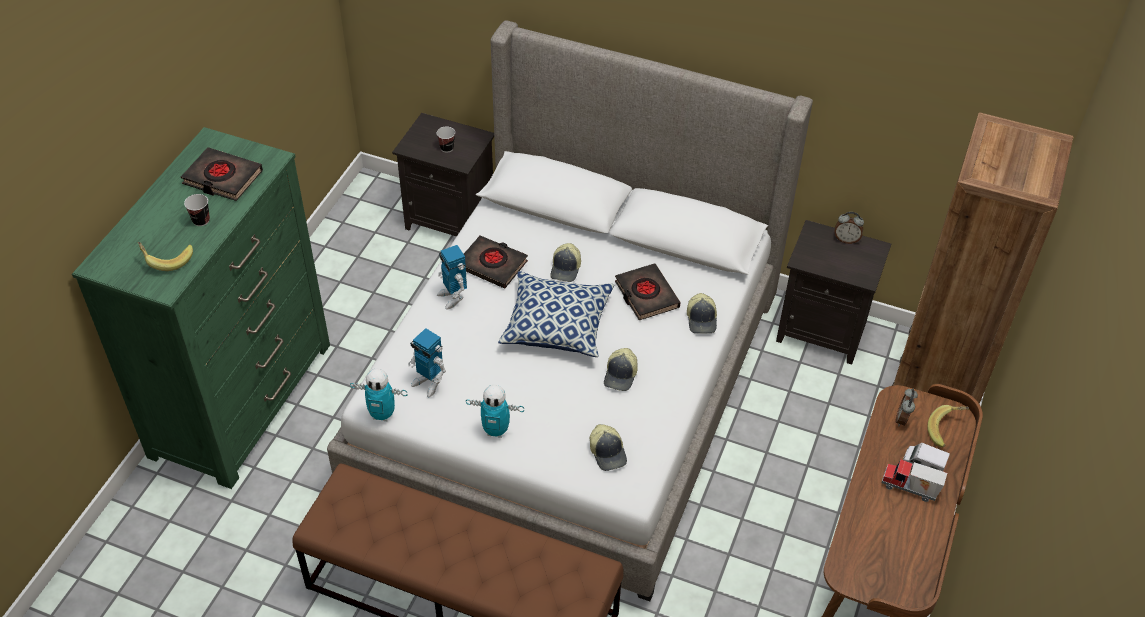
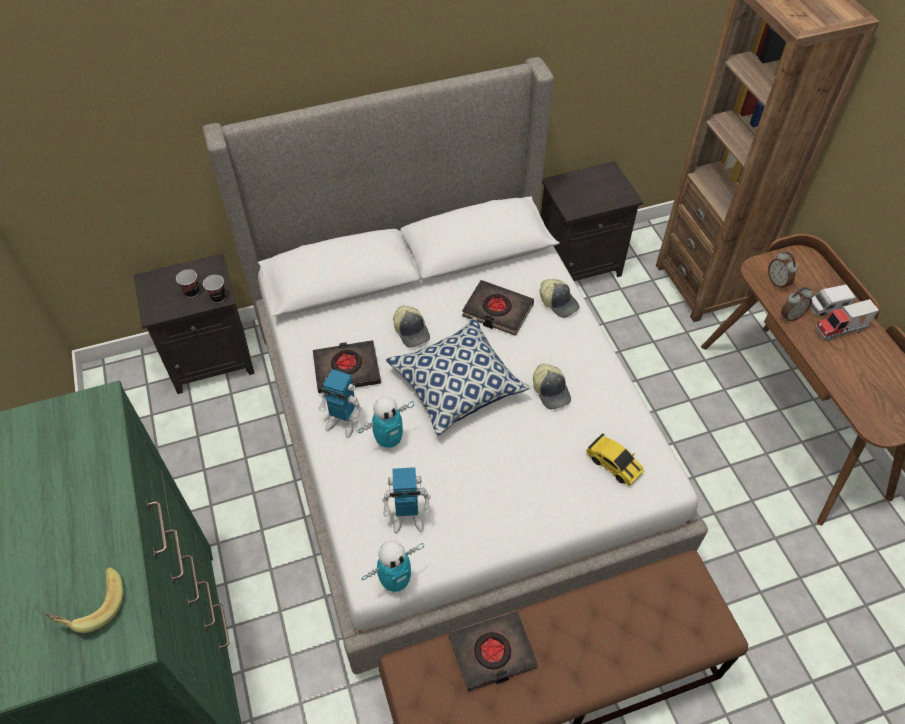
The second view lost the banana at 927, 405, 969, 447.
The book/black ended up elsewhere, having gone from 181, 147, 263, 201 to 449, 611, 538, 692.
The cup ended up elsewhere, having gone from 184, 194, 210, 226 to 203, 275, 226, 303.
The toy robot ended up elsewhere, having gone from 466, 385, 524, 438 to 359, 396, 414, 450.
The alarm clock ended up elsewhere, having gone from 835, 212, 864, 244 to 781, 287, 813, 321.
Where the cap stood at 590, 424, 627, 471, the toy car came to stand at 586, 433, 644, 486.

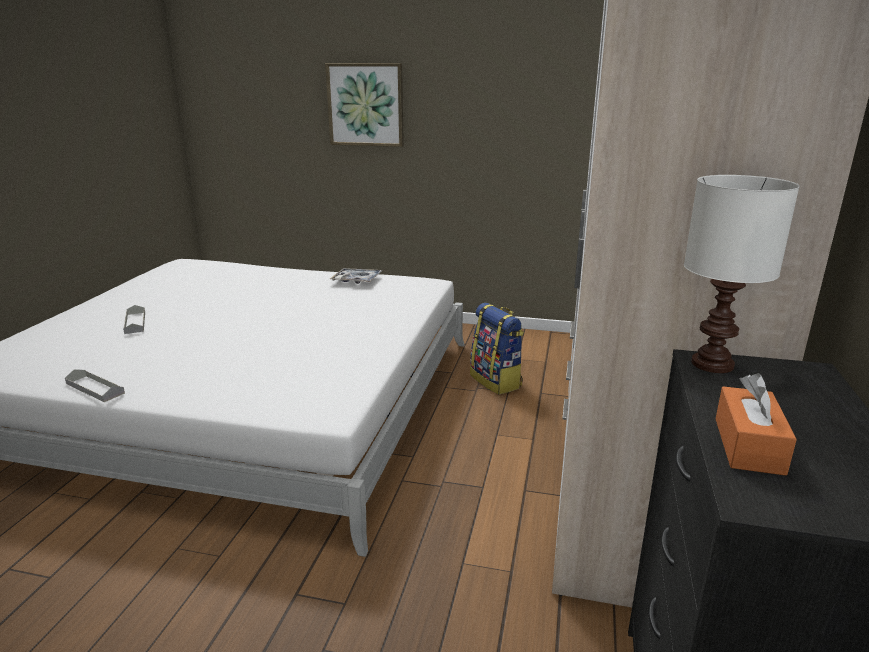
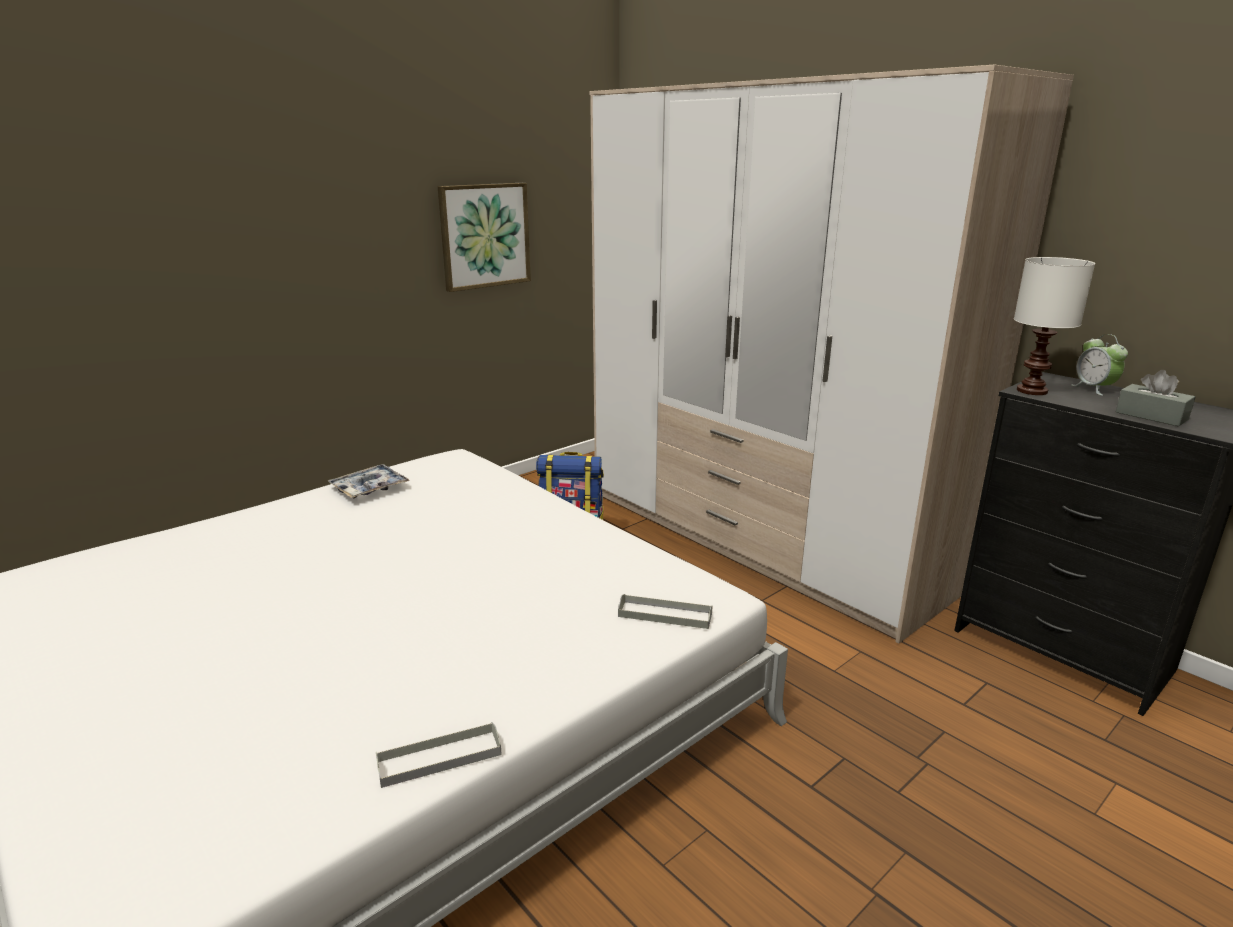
The second view gained the alarm clock at 1072, 334, 1128, 396.
The tray/grey ended up elsewhere, having gone from 123, 305, 145, 334 to 618, 594, 713, 629.
The picture ended up elsewhere, having gone from 325, 63, 404, 147 to 438, 183, 531, 292.
What was the tissue box/orange at 716, 373, 797, 476 turned into the tissue box/grey at 1116, 370, 1195, 427.

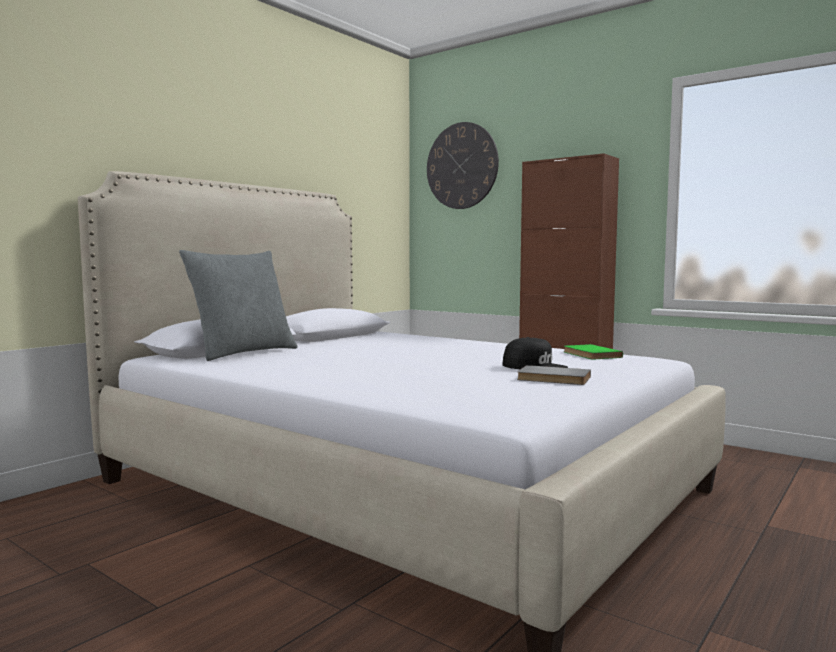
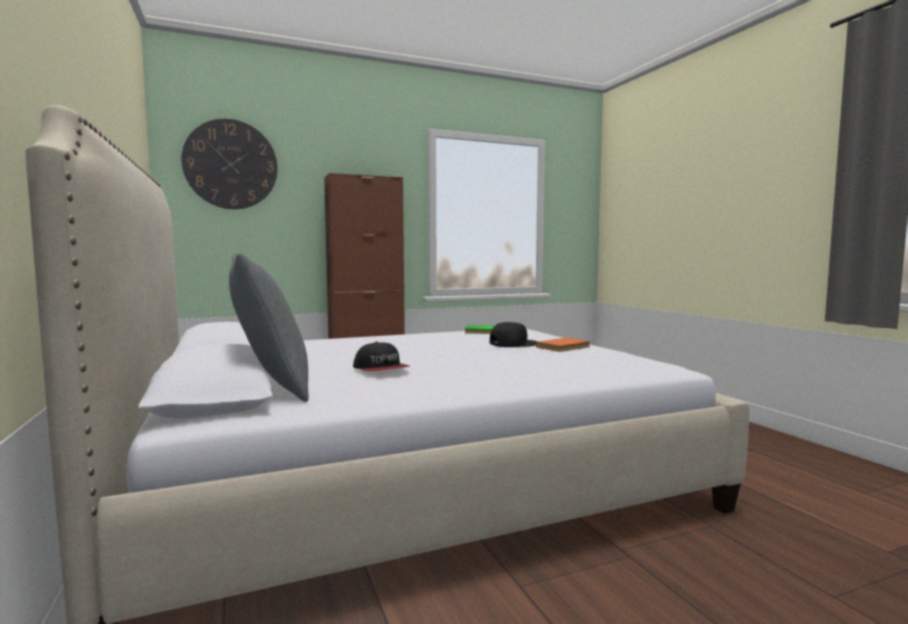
The second view gained the cap at 353, 341, 410, 371.
What was the book/grey at 517, 365, 591, 385 turned into the book/orange at 536, 337, 590, 352.

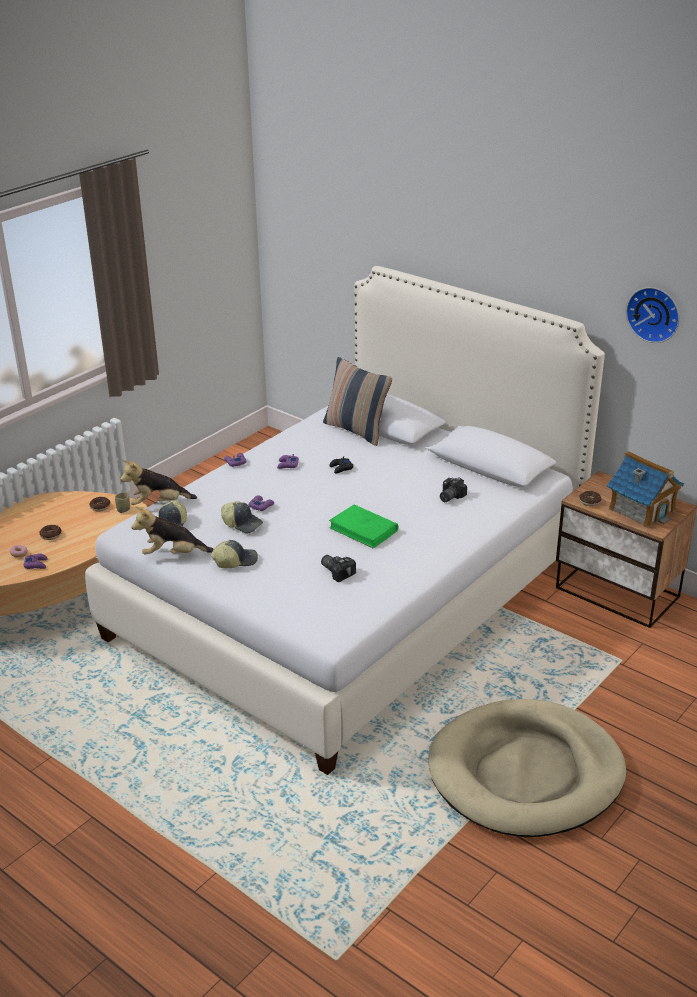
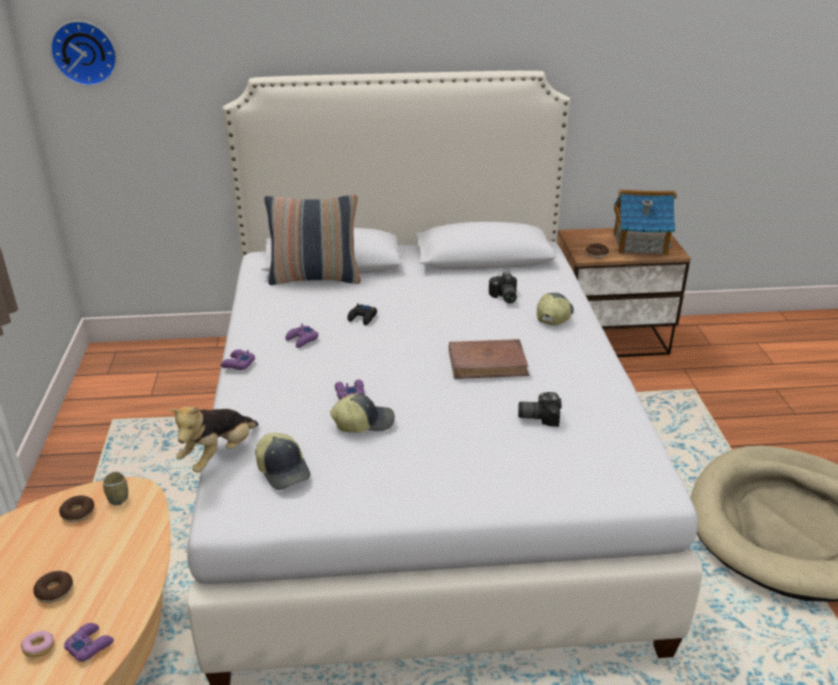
The second view lost the plush toy at 131, 506, 214, 555.
The cap ended up elsewhere, having gone from 211, 540, 258, 568 to 537, 293, 574, 325.
The wall clock ended up elsewhere, having gone from 626, 287, 680, 343 to 50, 21, 117, 86.
What was the book/green at 329, 504, 398, 548 turned into the book/brown at 449, 339, 529, 379.

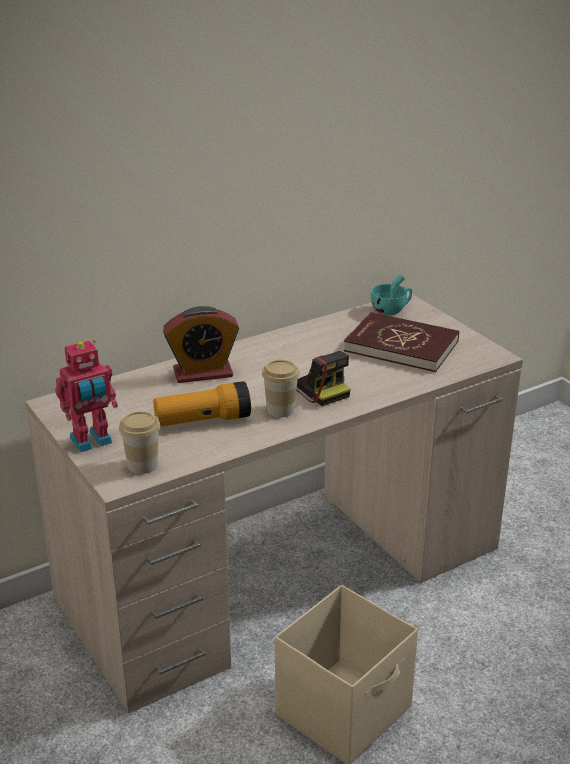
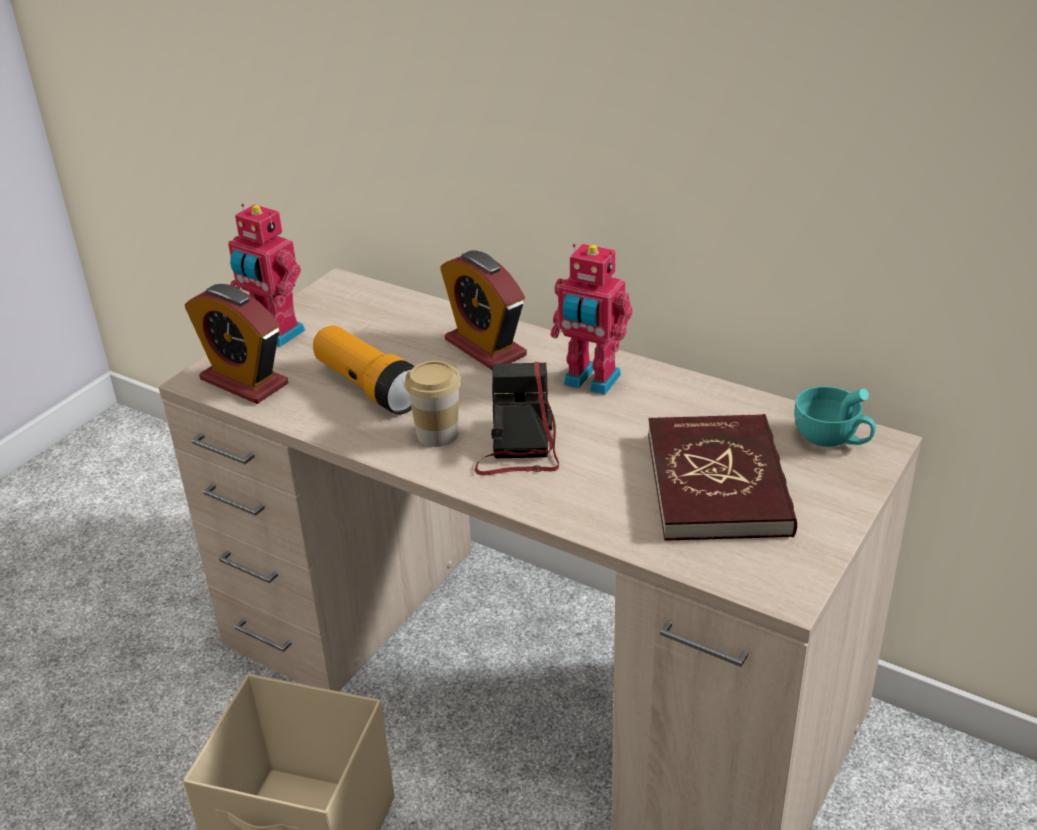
The second view gained the toy robot at 551, 244, 633, 395.
Where the cup stood at 119, 411, 160, 474, the alarm clock came to stand at 185, 284, 288, 404.
The photo camera at 296, 351, 351, 406 ended up facing another way, 150 degrees clockwise from before.

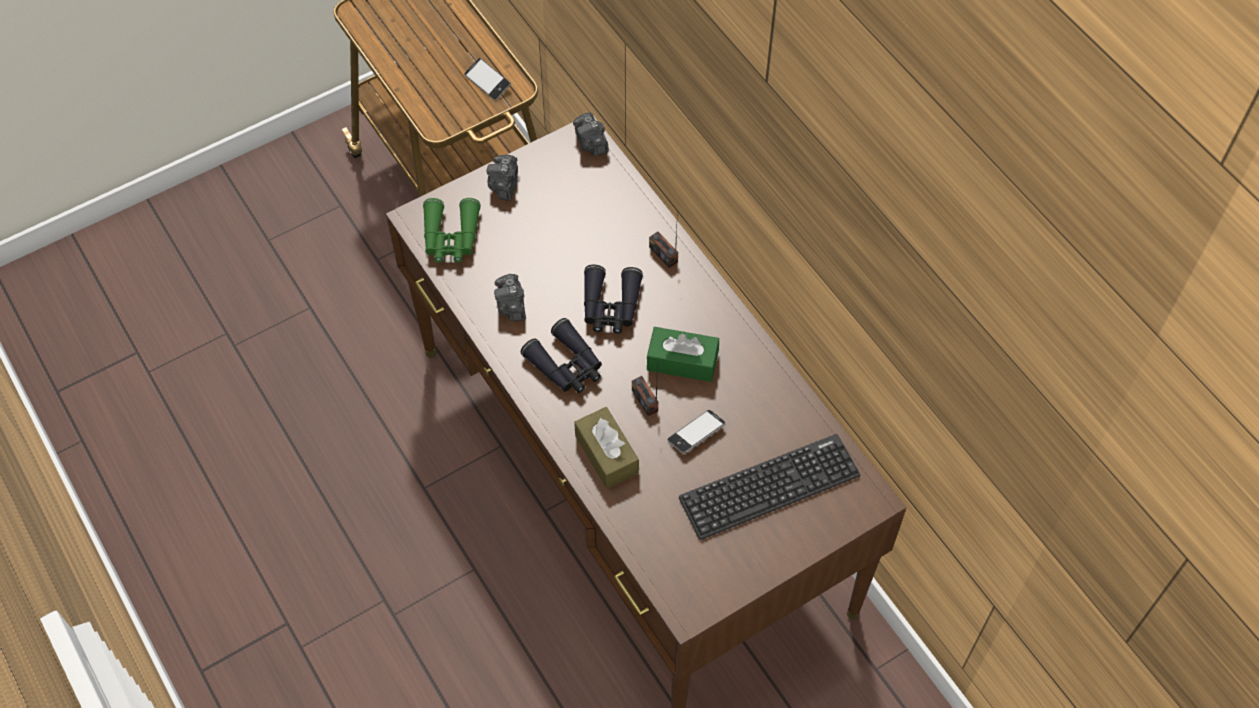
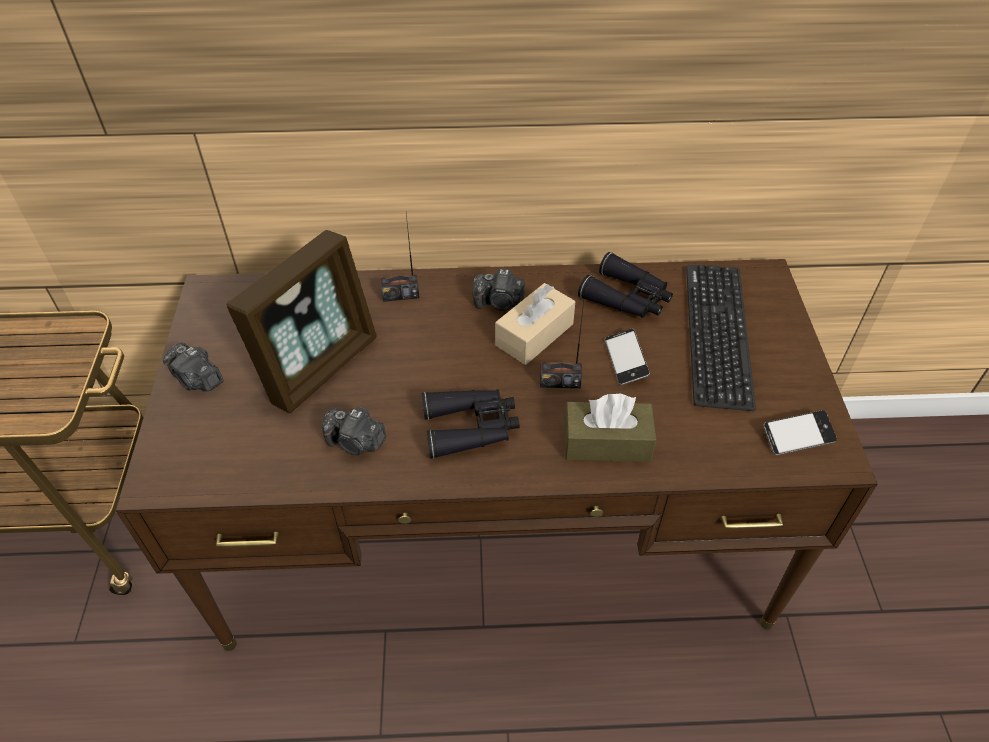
The second view lost the binoculars/green at 423, 198, 481, 262.
The second view gained the picture frame at 227, 230, 377, 413.
The phone ended up elsewhere, having gone from 464, 58, 511, 100 to 763, 410, 837, 455.
The photo camera ended up elsewhere, having gone from 573, 112, 609, 156 to 472, 269, 525, 311.
The binoculars/black ended up elsewhere, having gone from 584, 264, 643, 334 to 578, 252, 673, 318.
What was the tissue box/green at 647, 327, 719, 382 turned into the tissue box/beige at 495, 283, 575, 365.

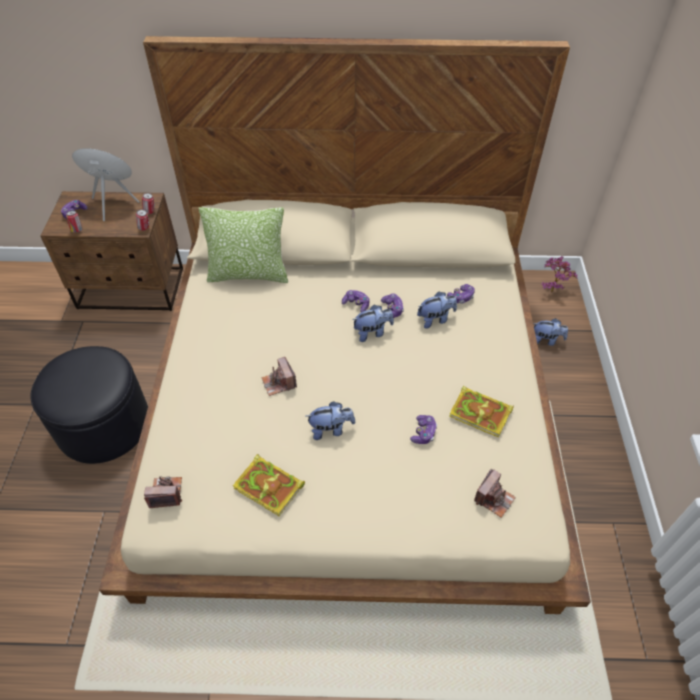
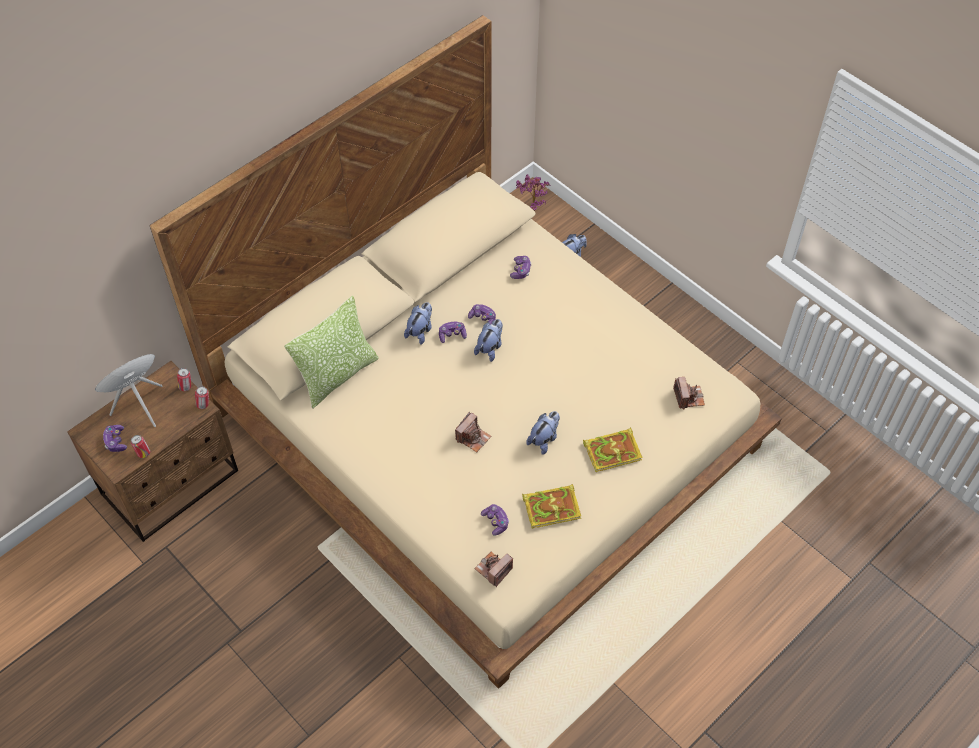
The second view lost the ottoman/black at 30, 346, 148, 464.
The game controller ended up elsewhere, having gone from 410, 415, 437, 444 to 481, 504, 509, 536.
The plush toy ended up elsewhere, having gone from 417, 291, 457, 329 to 404, 302, 432, 345.
The book ended up elsewhere, having gone from 449, 386, 514, 438 to 583, 427, 643, 472.
The photo camera at 261, 357, 297, 396 ended up facing another way, 75 degrees counterclockwise from before.

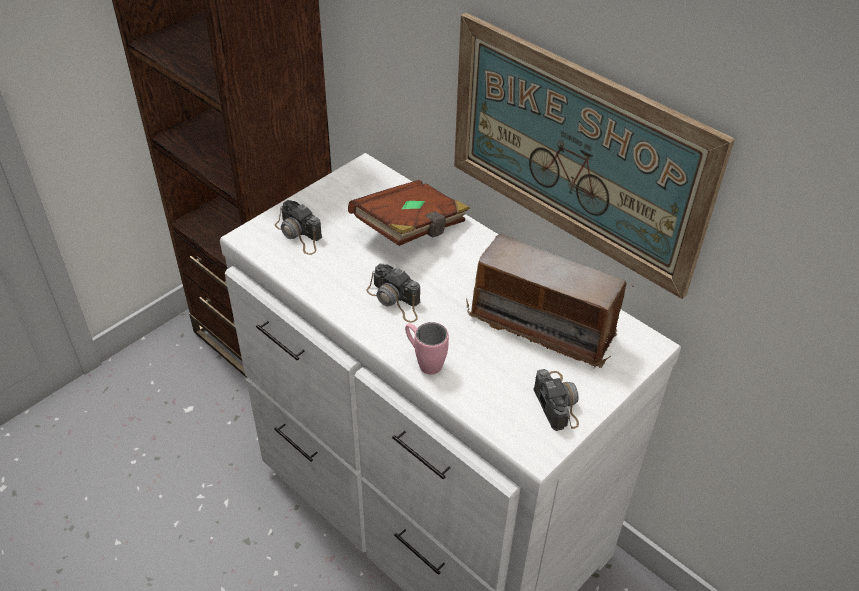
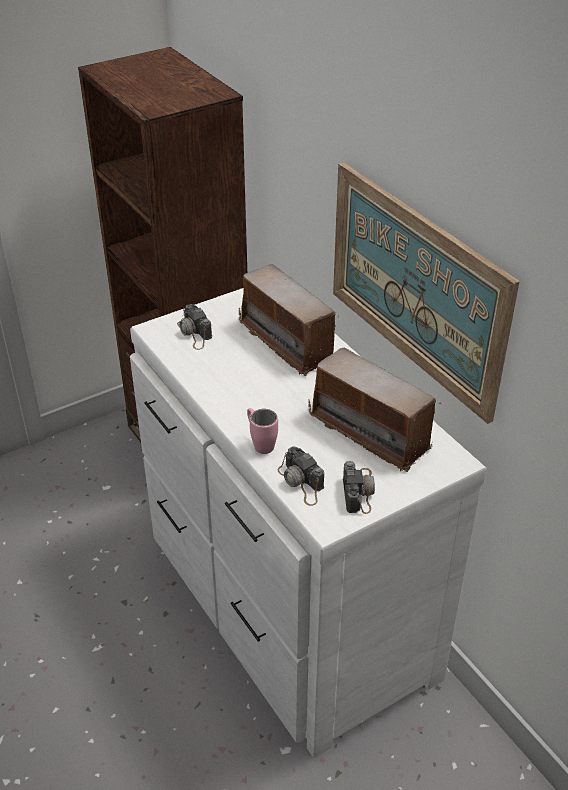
The photo camera ended up elsewhere, having gone from 366, 264, 420, 323 to 278, 446, 324, 506.
Where the book/brown stood at 348, 180, 470, 246, the radio came to stand at 239, 264, 339, 376.

